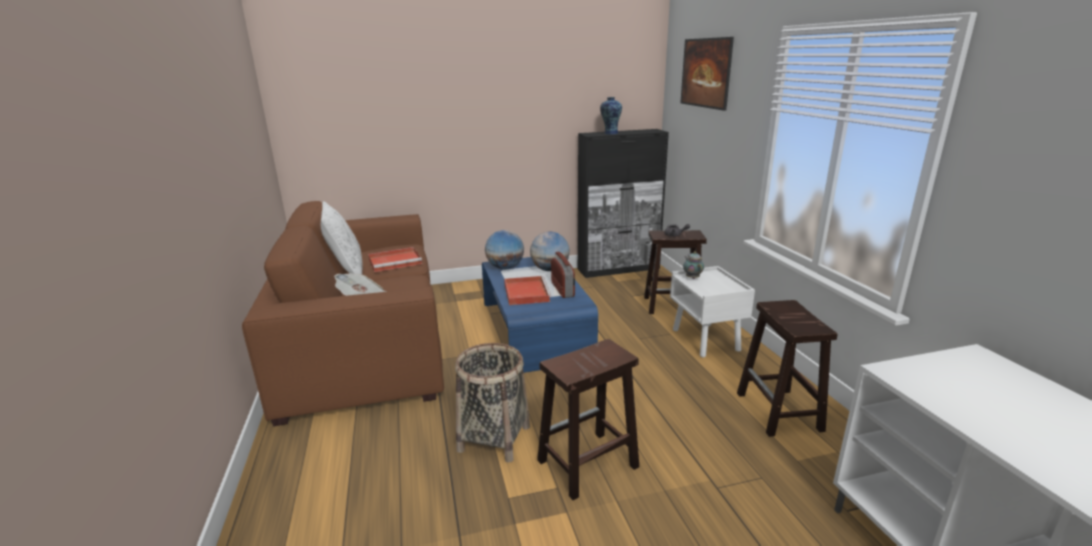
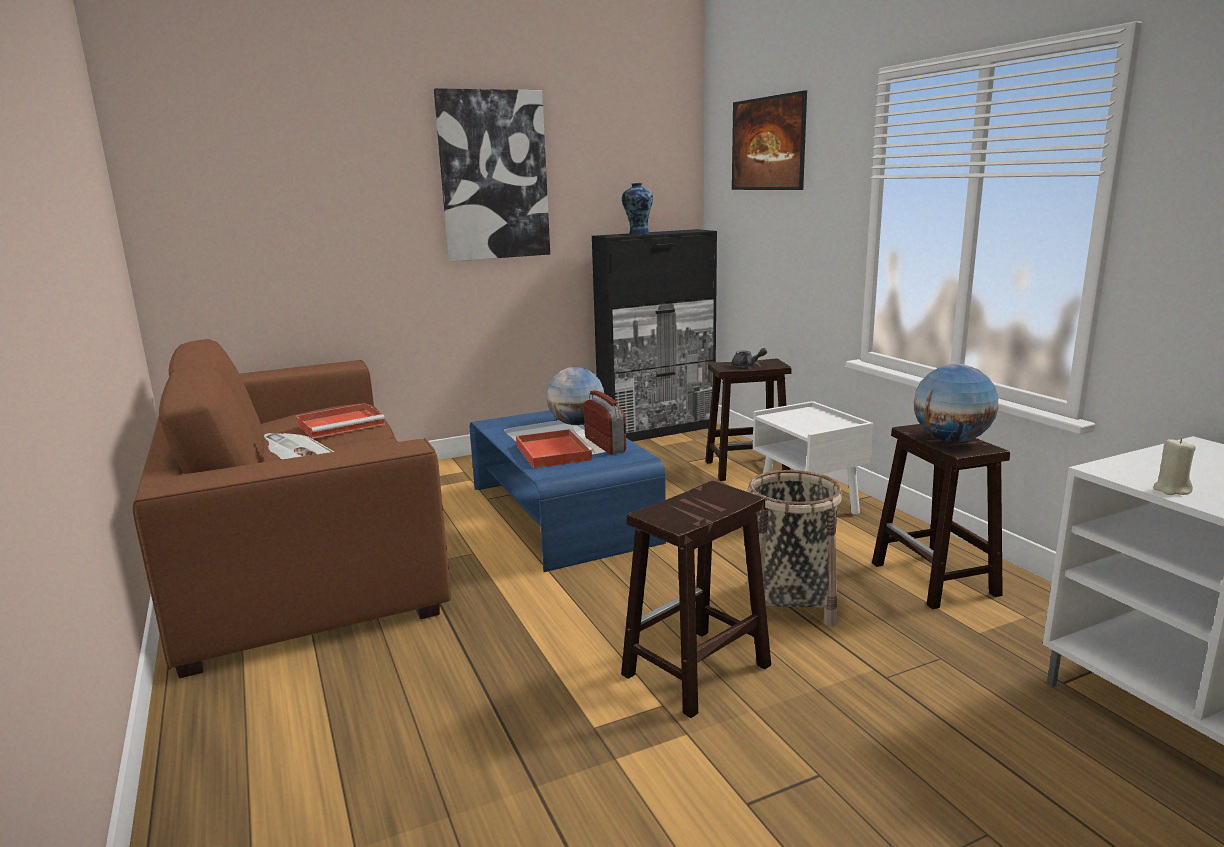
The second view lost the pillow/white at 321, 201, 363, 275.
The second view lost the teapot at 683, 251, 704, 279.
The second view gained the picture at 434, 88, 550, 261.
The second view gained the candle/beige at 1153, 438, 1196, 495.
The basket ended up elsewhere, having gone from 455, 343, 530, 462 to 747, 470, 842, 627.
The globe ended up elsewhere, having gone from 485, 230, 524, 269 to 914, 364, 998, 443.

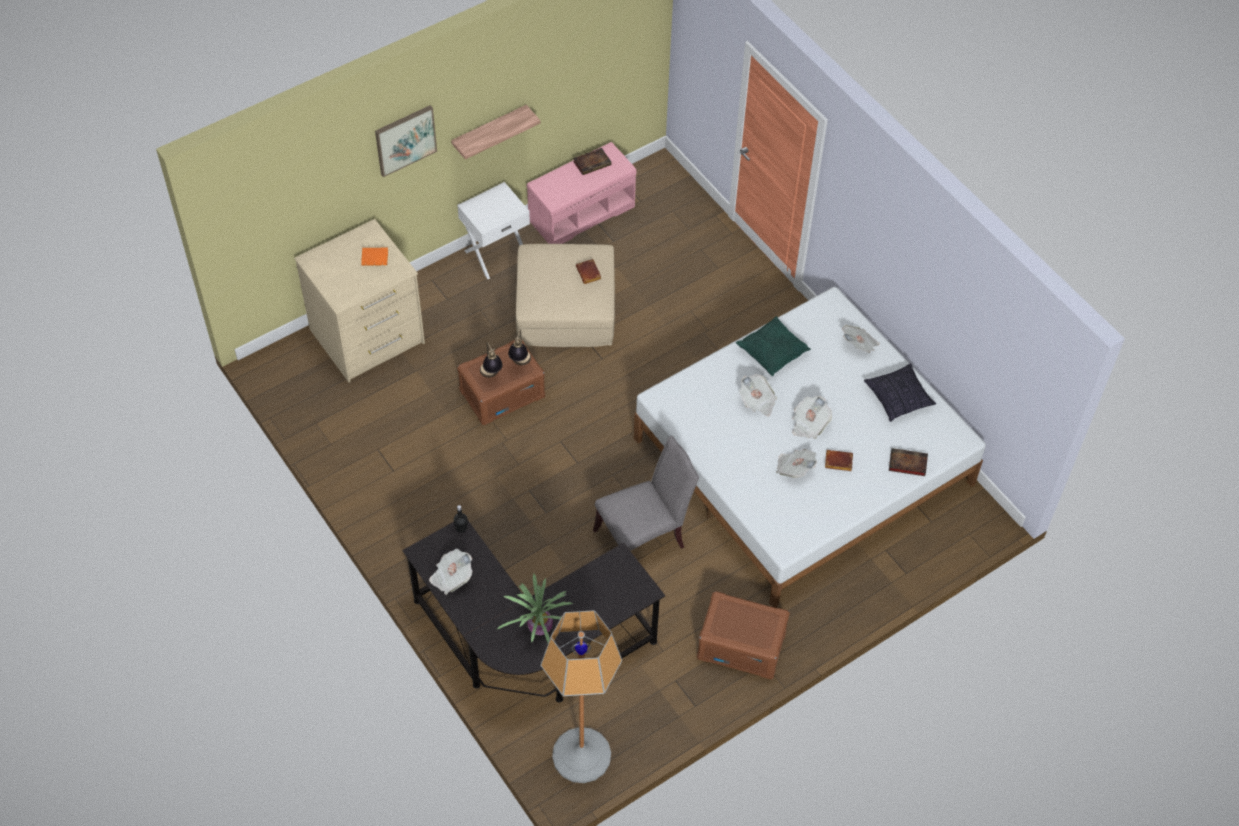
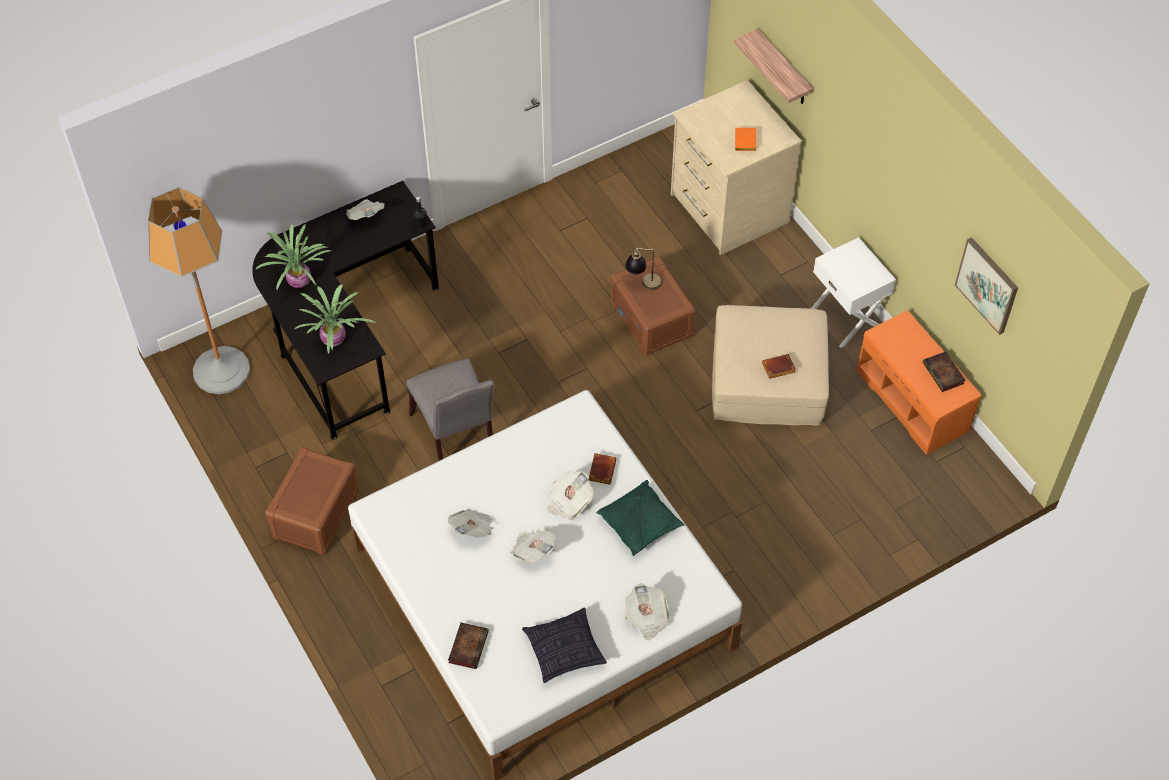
The second view lost the table lamp at 508, 330, 531, 365.
The second view gained the potted plant at 295, 285, 376, 354.
The picture ended up elsewhere, having gone from 375, 105, 437, 177 to 955, 237, 1018, 335.
The shelf ended up elsewhere, having gone from 451, 105, 540, 159 to 734, 29, 813, 104.
The book/brown ended up elsewhere, having gone from 825, 450, 853, 471 to 589, 453, 616, 485.
What was the bench/pink at 526, 142, 637, 244 turned into the bench/orange at 857, 310, 982, 455.

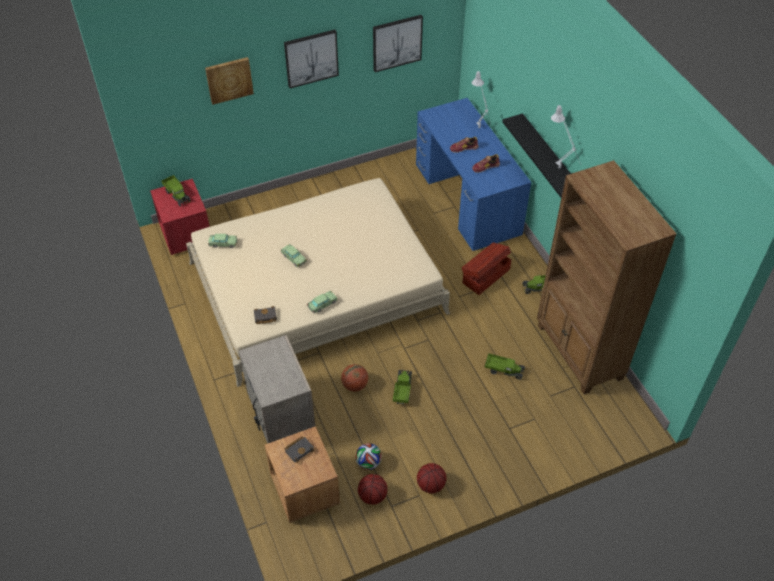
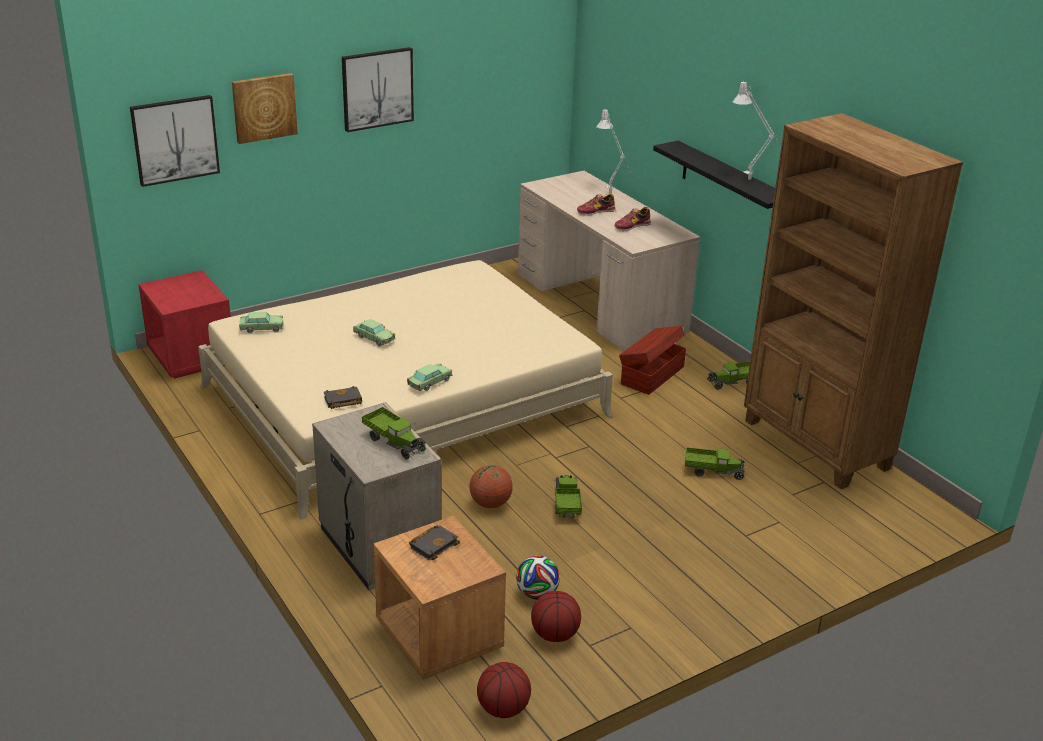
The toy truck ended up elsewhere, having gone from 162, 175, 191, 207 to 362, 407, 426, 460.
The picture ended up elsewhere, having gone from 373, 15, 423, 72 to 130, 95, 220, 187.
The basketball ended up elsewhere, having gone from 417, 463, 446, 494 to 477, 662, 531, 718.
What was the desk/blue at 416, 98, 531, 251 turned into the desk/beige at 518, 171, 700, 351.

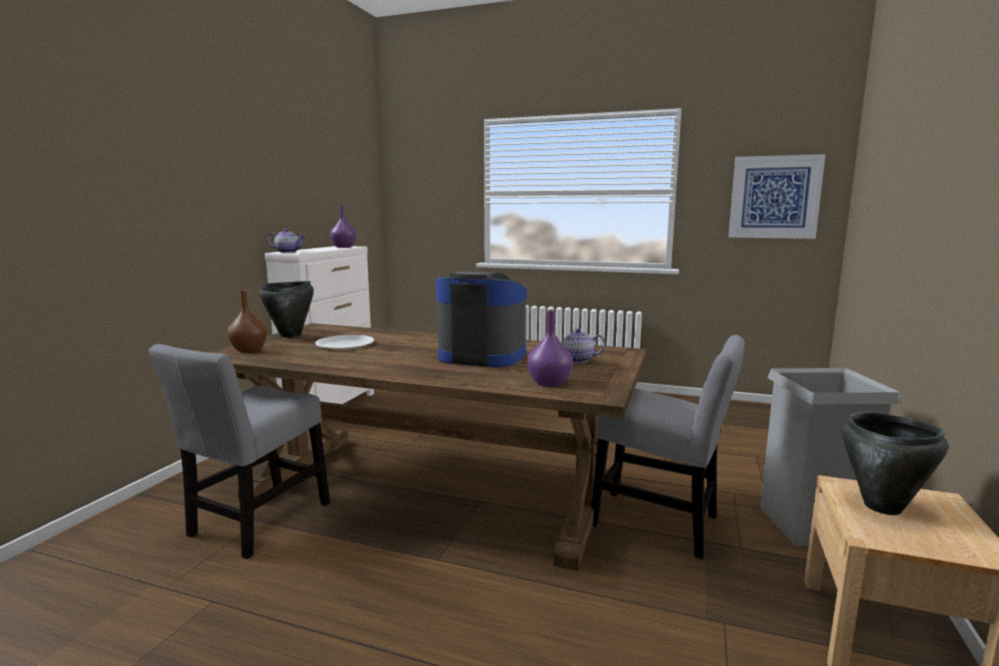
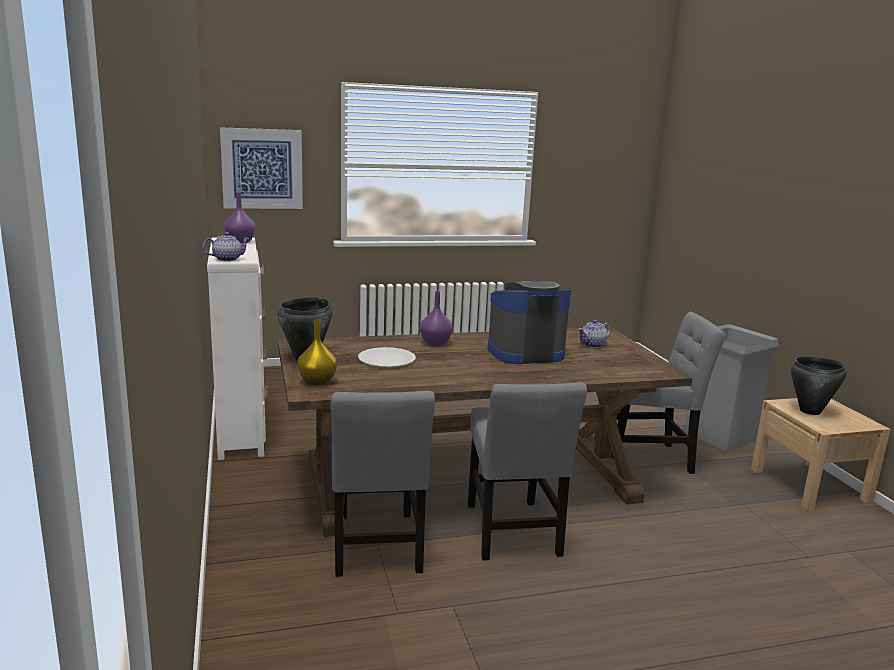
The second view gained the chair/grey at 468, 382, 587, 561.
The vase/purple ended up elsewhere, having gone from 527, 310, 573, 387 to 420, 291, 453, 346.
The picture ended up elsewhere, having gone from 728, 154, 826, 239 to 220, 127, 303, 209.
What was the vase/brown at 227, 291, 267, 352 turned into the vase/yellow at 298, 321, 337, 385.

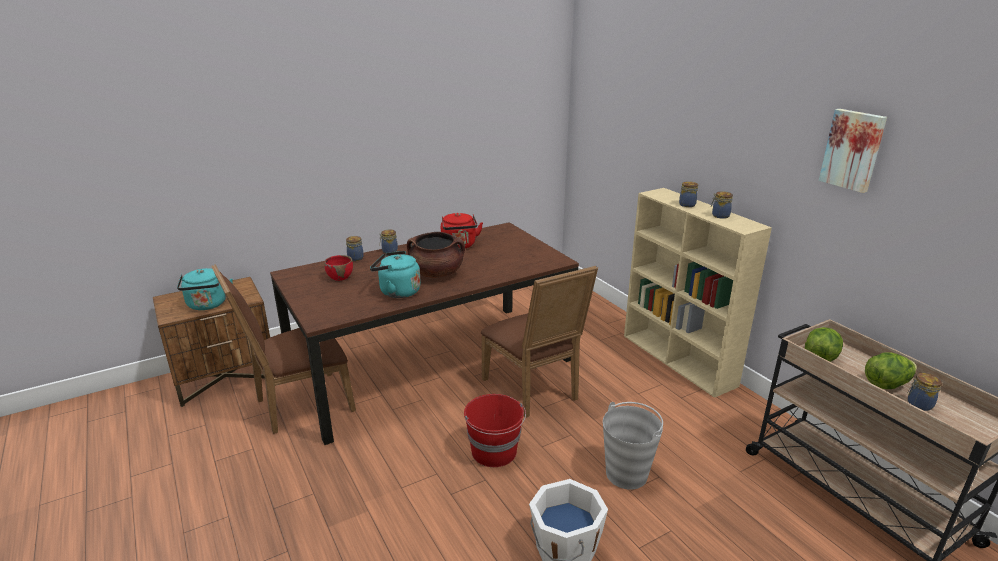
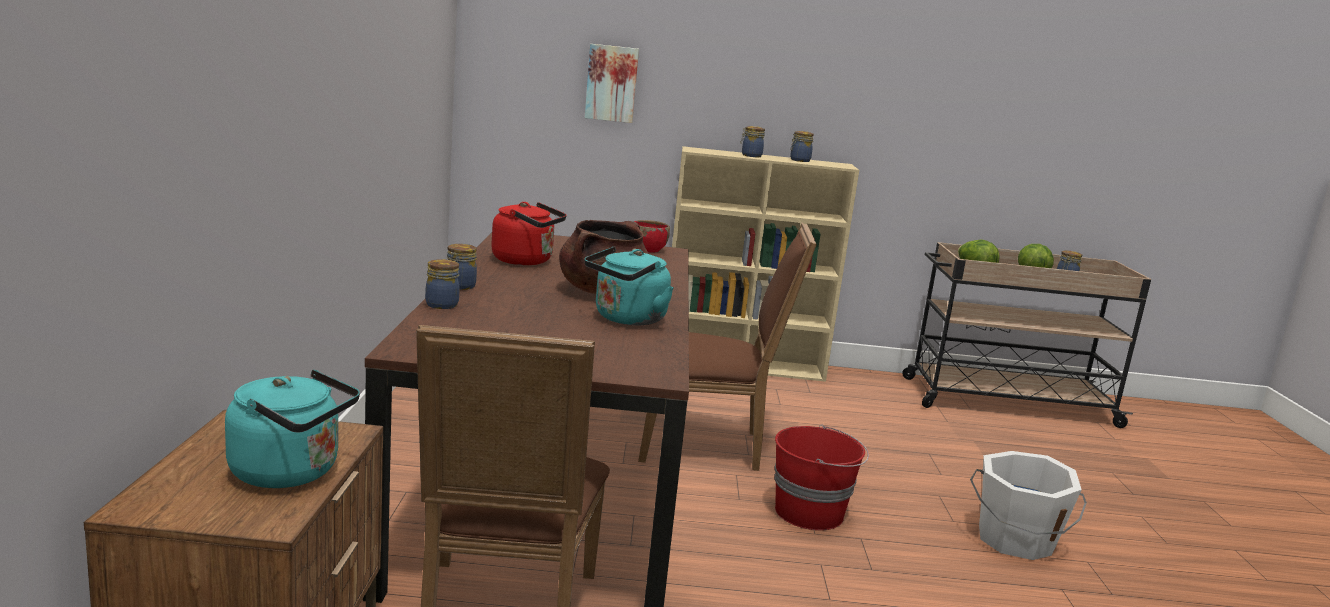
The second view lost the bucket/grey at 603, 402, 663, 490.
The bowl/red ended up elsewhere, having gone from 324, 255, 353, 281 to 633, 220, 670, 253.
The picture ended up elsewhere, having gone from 819, 109, 887, 193 to 585, 44, 639, 123.

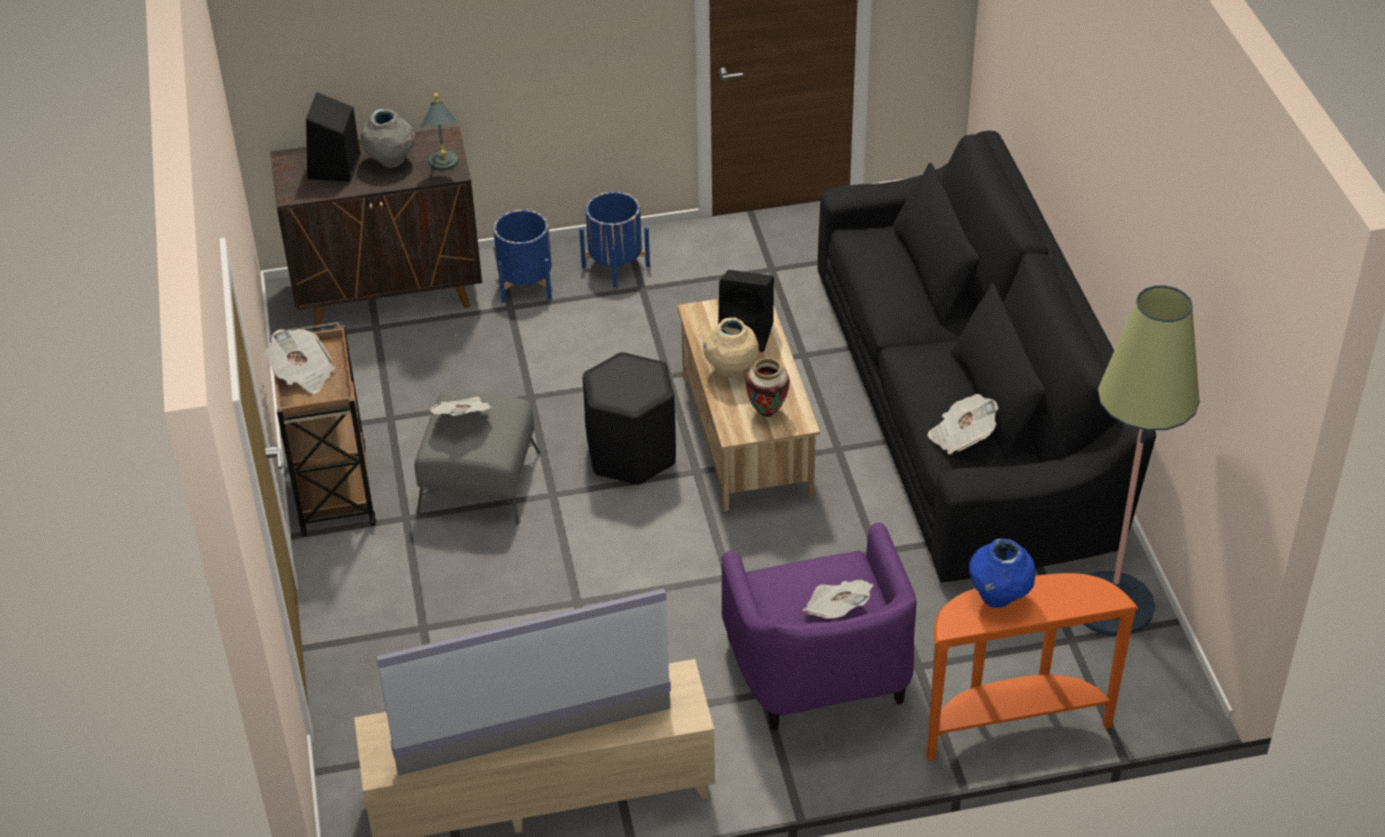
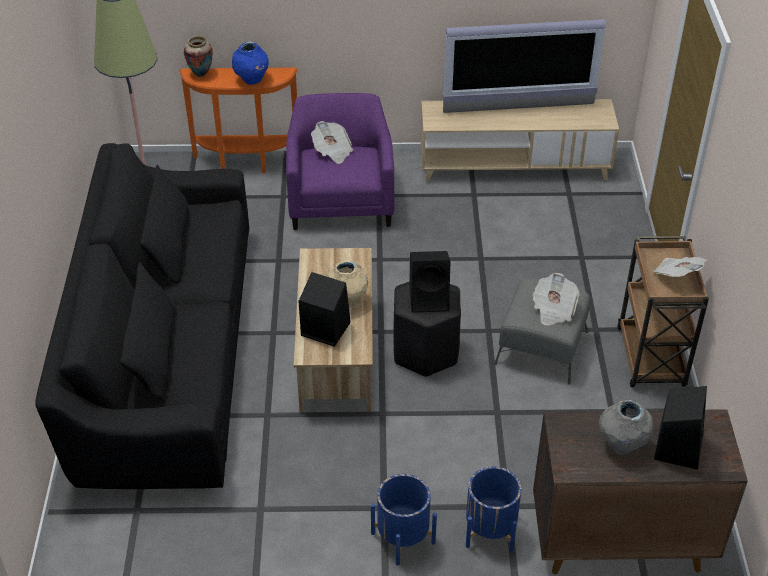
The second view lost the table lamp/grey at 420, 93, 459, 170.
The second view lost the newspaper at 928, 394, 999, 454.
The second view gained the speaker/black at 409, 251, 451, 313.
The vase ended up elsewhere, having gone from 745, 358, 790, 417 to 184, 36, 213, 77.

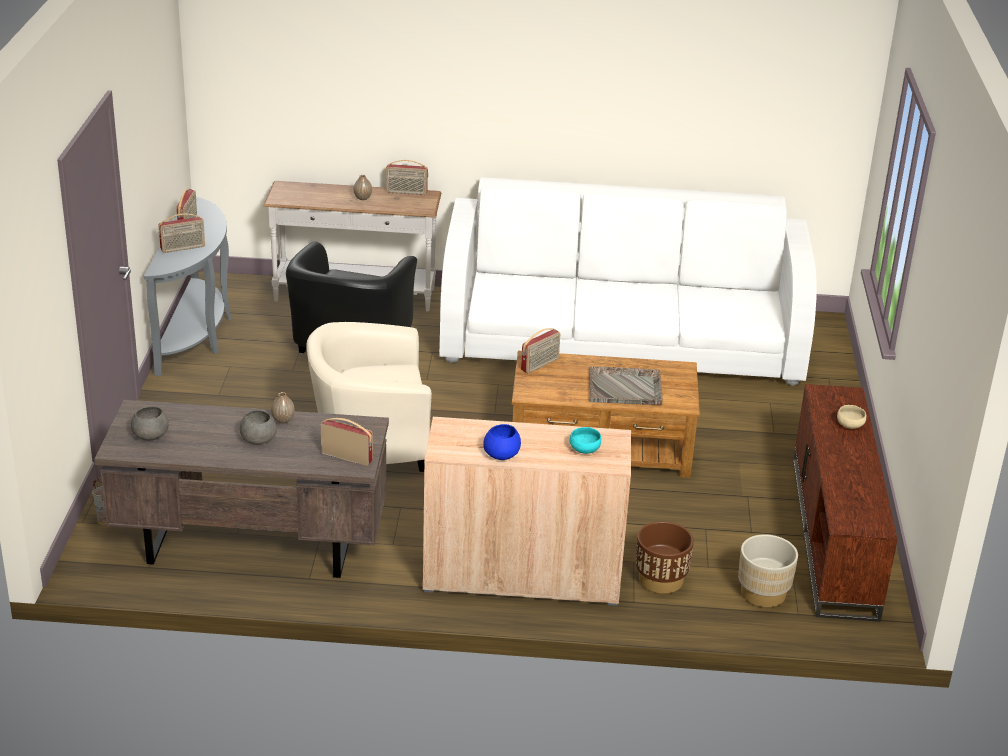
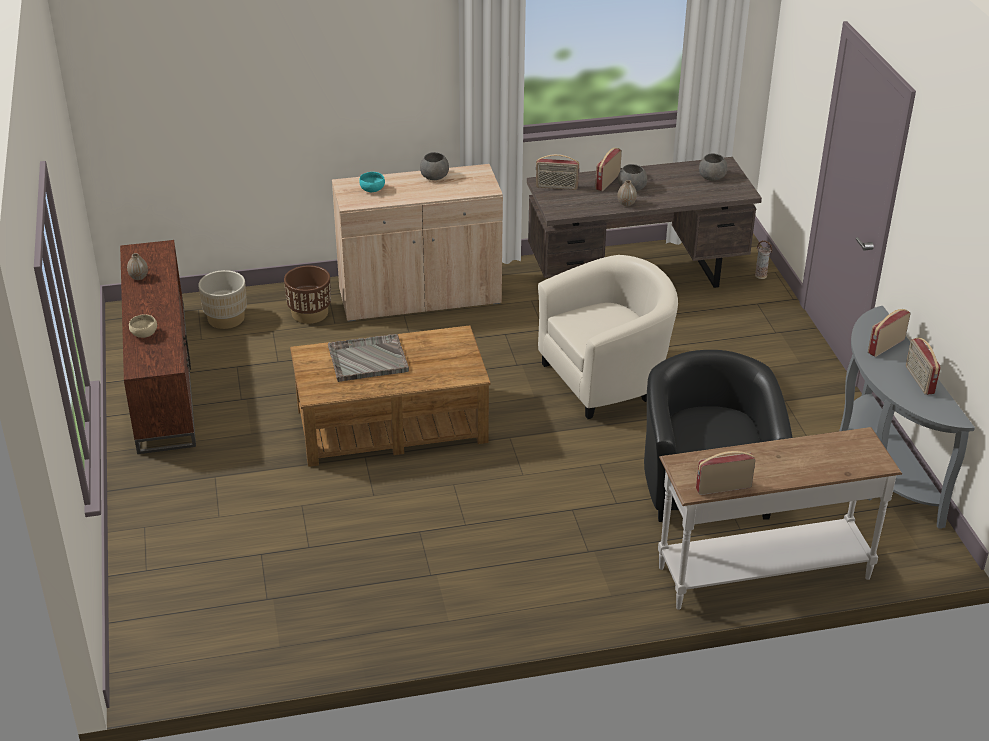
The second view lost the sofa/white at 439, 177, 817, 386.
The vase ended up elsewhere, having gone from 354, 175, 372, 200 to 127, 253, 148, 280.
The radio ended up elsewhere, having gone from 521, 328, 560, 373 to 595, 148, 622, 191.
What was the bowl/blue at 483, 424, 521, 460 turned into the bowl/grey at 420, 152, 449, 180.

